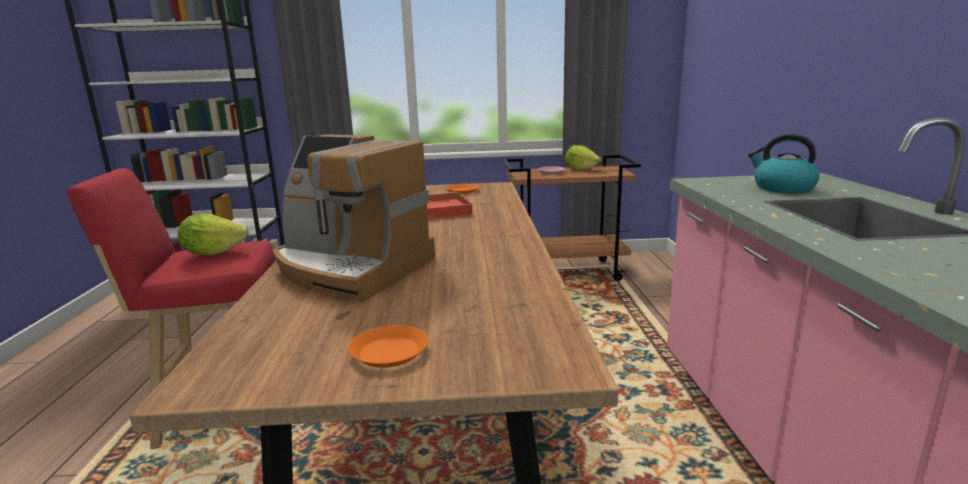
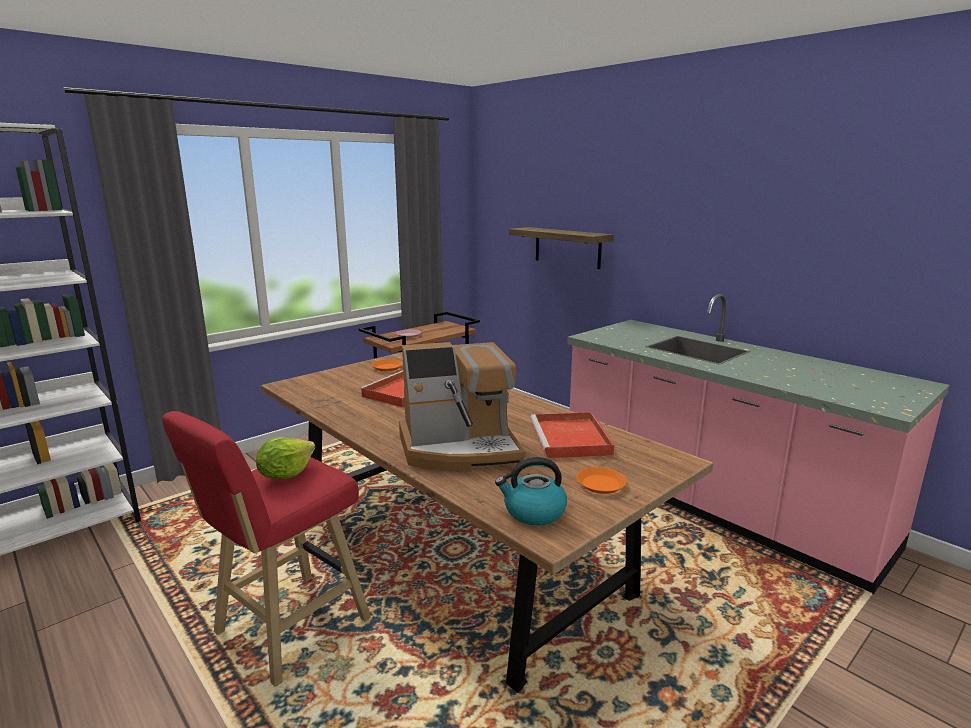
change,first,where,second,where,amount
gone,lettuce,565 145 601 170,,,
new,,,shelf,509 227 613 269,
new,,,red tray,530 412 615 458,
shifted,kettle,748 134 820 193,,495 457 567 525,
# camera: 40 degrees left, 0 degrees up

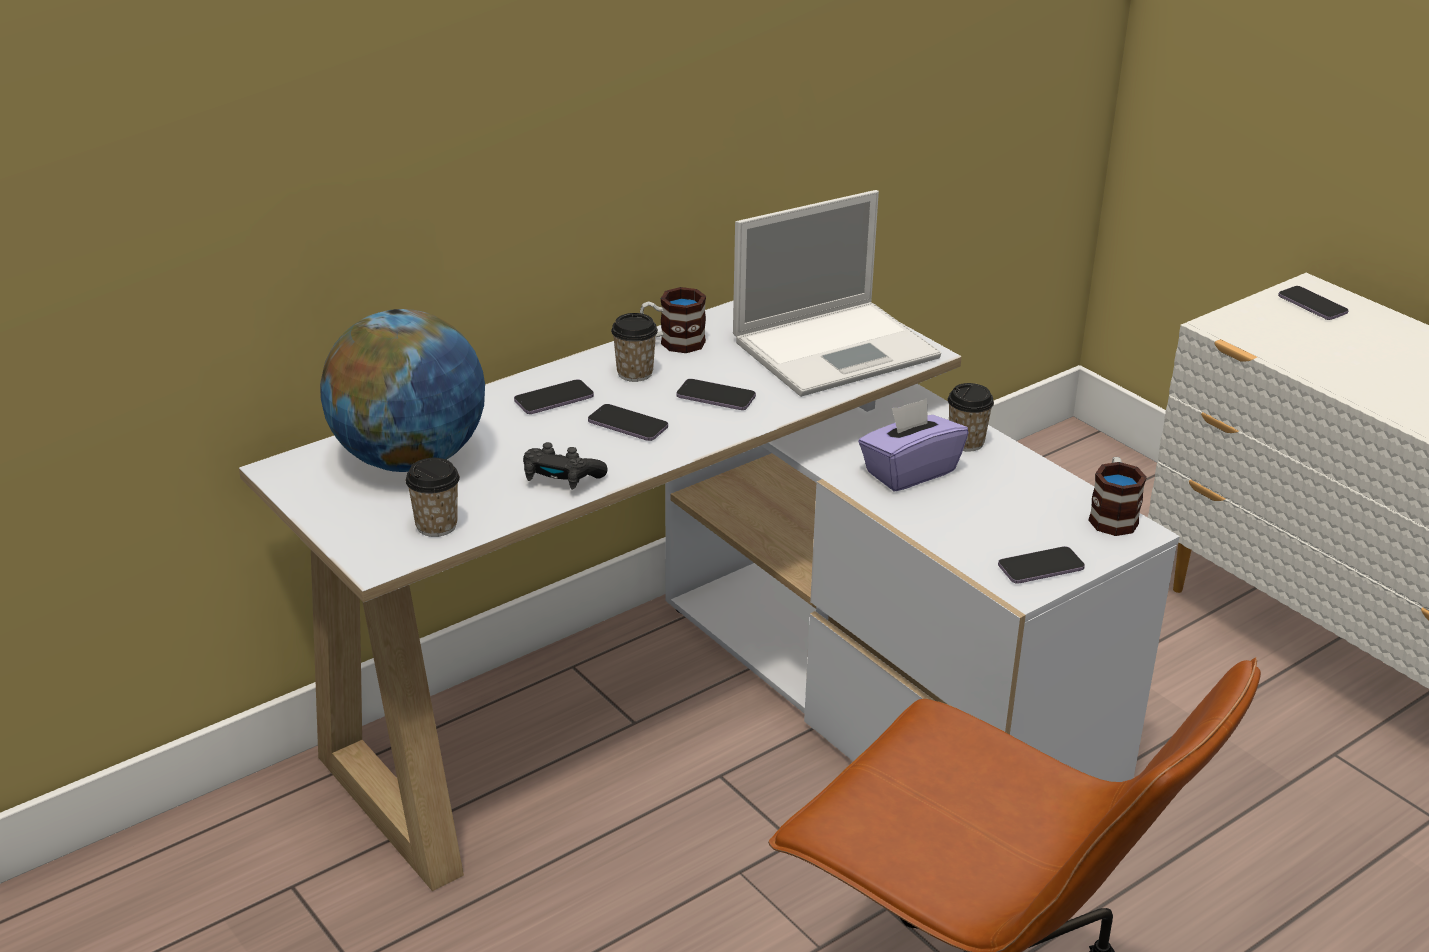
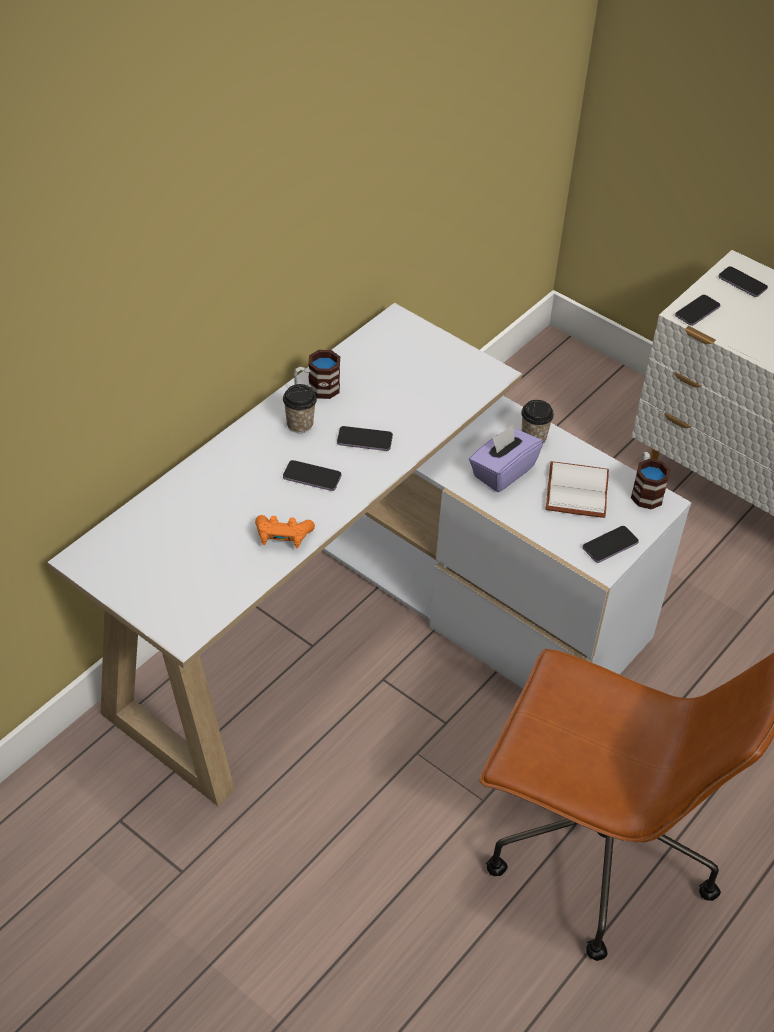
change,first,where,second,where,amount
gone,globe,320 309 485 472,,,
gone,cup,406 458 460 537,,,
gone,laptop,733 190 941 397,,,
new,,,white book,546 461 609 518,
shifted,phone,514 379 594 414,,675 295 721 326,
repainted,black game controller,523 442 607 490,orange game controller,255 515 315 548,
# camera: 15 degrees left, 15 degrees up

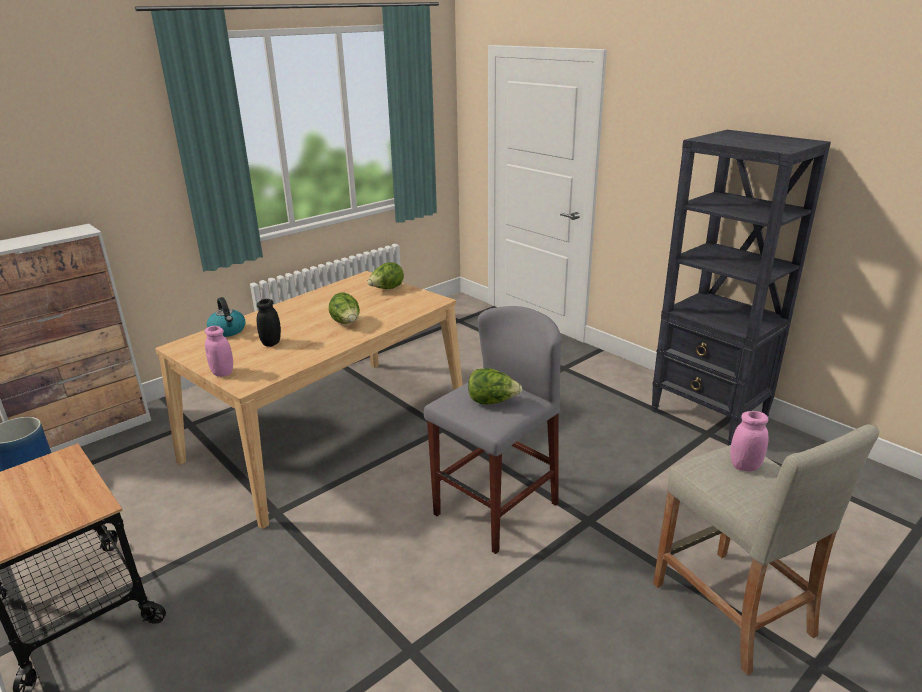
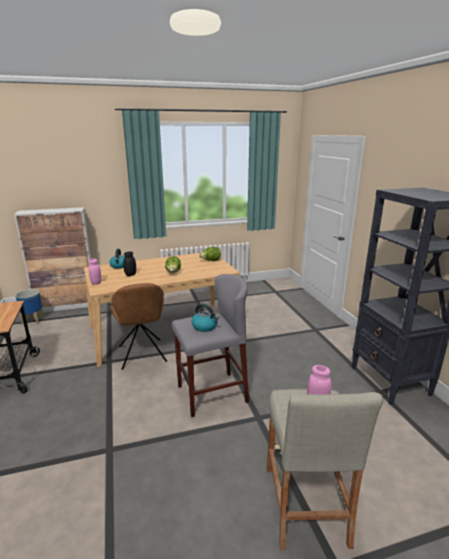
change,first,where,second,where,amount
new,,,brown chair,110 283 167 370,
swapped,lettuce,468 368 522 405,kettle,192 304 219 332,
# camera: 25 degrees right, 5 degrees down

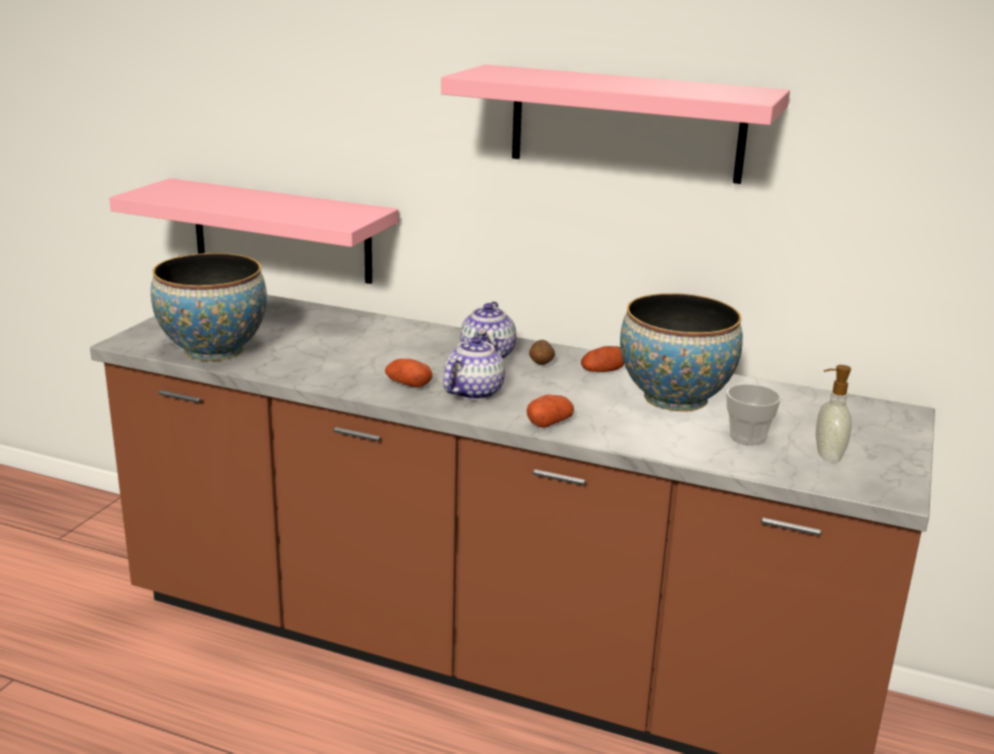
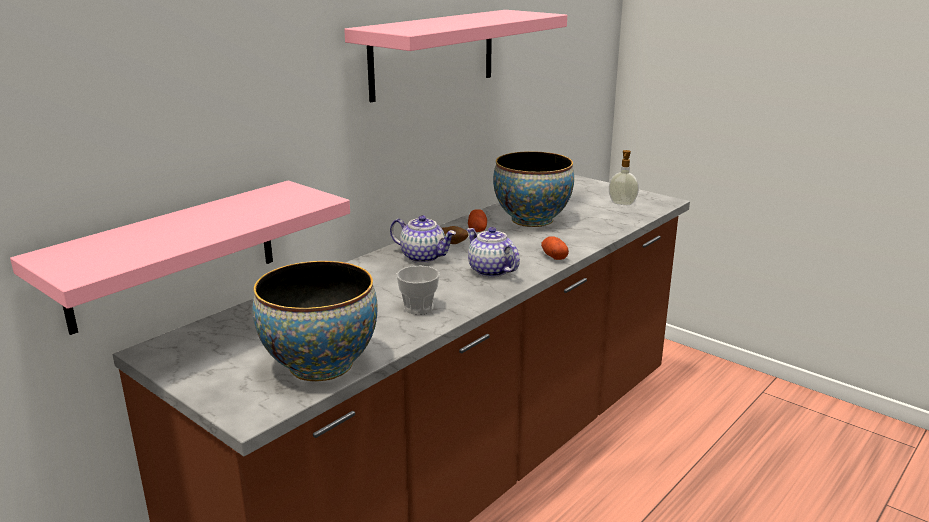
change,first,where,second,where,amount
gone,potato,385 359 432 388,,,
shifted,cup,726 384 781 445,,397 266 440 315,
# camera: 70 degrees left, 0 degrees up

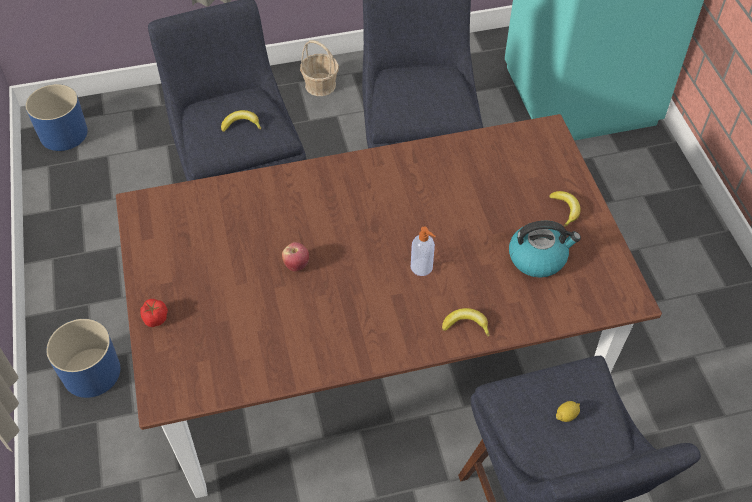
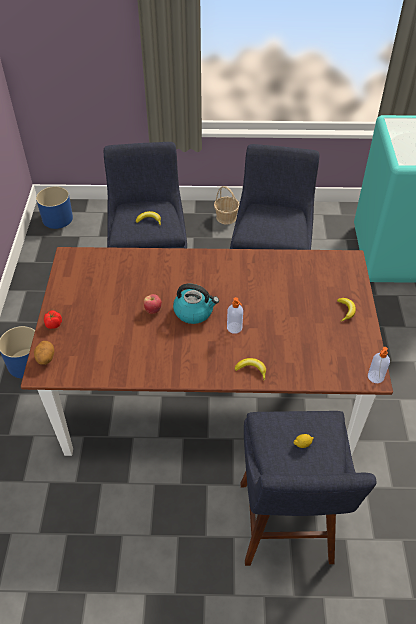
change,first,where,second,where,amount
new,,,potato,34 341 54 365,
new,,,soap dispenser,368 347 390 383,
shifted,kettle,509 221 581 278,,173 284 219 324,
# camera: 15 degrees right, 5 degrees down

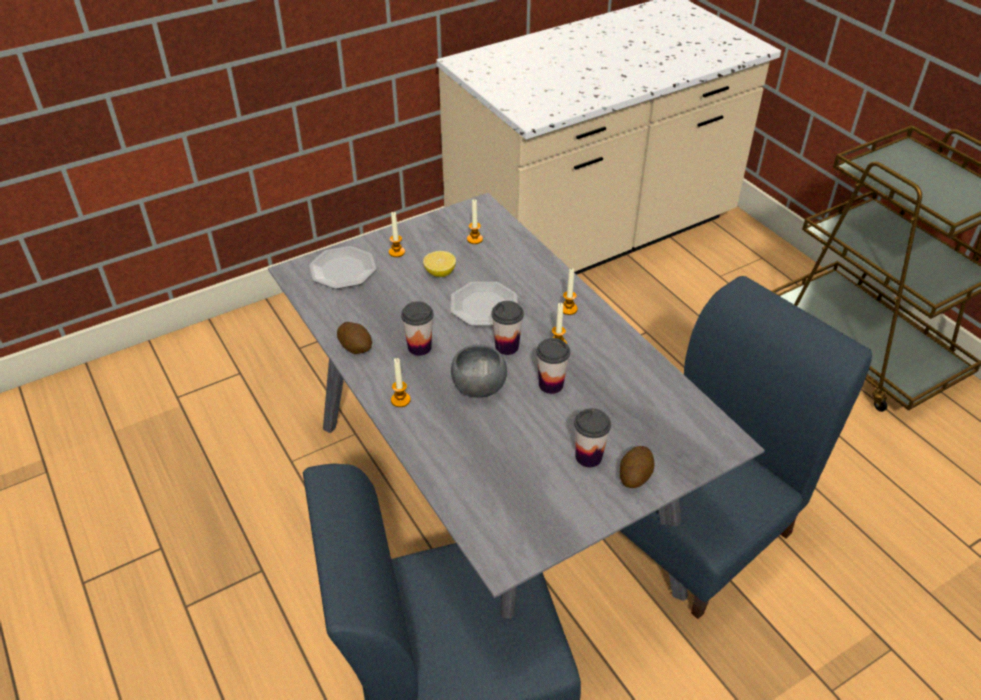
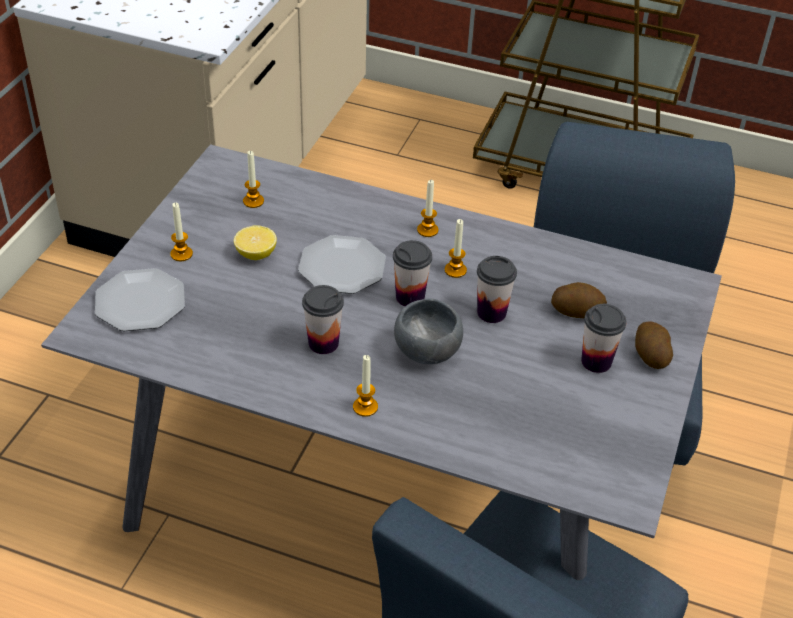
change,first,where,second,where,amount
shifted,potato,337 322 372 354,,551 282 607 318,
# camera: 40 degrees left, 0 degrees up

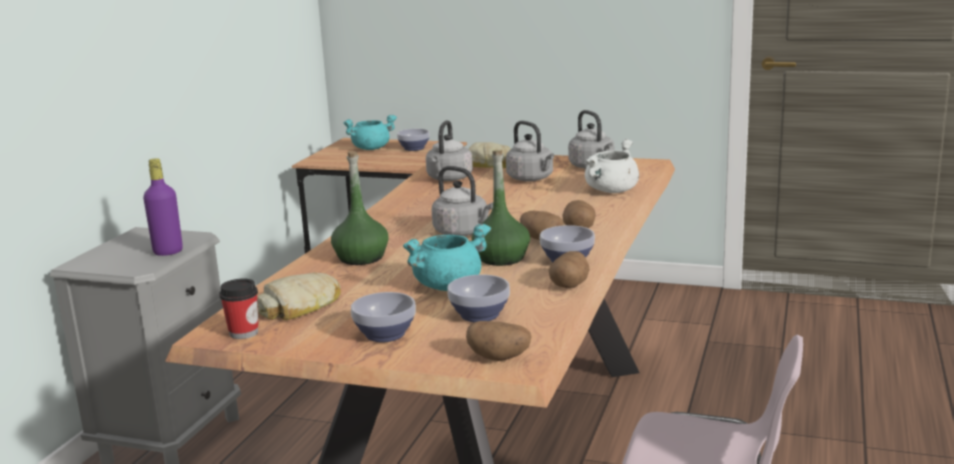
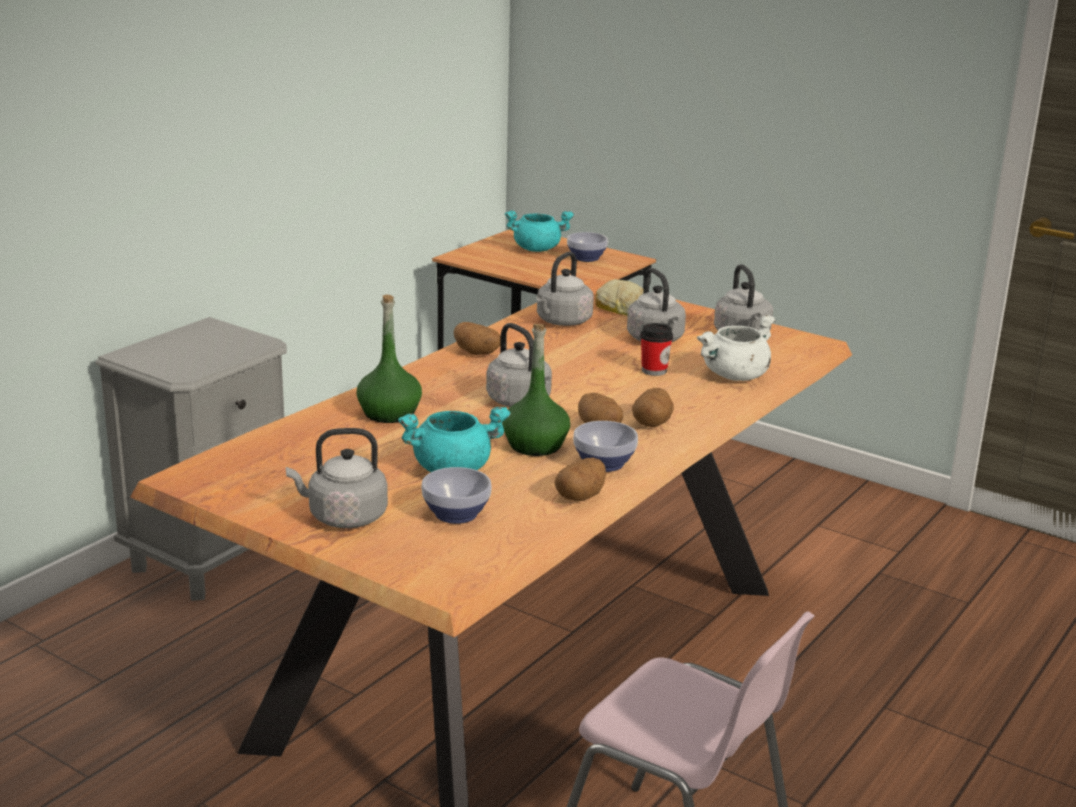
change,first,where,second,where,amount
gone,purple bottle,143 158 183 256,,,
gone,bread,257 272 341 320,,,
shifted,cup,219 278 258 339,,640 323 673 376,
shifted,potato,466 321 531 361,,454 322 501 355,
swapped,bowl,351 292 416 342,grey kettle,286 428 388 528,
# camera: 15 degrees right, 5 degrees up

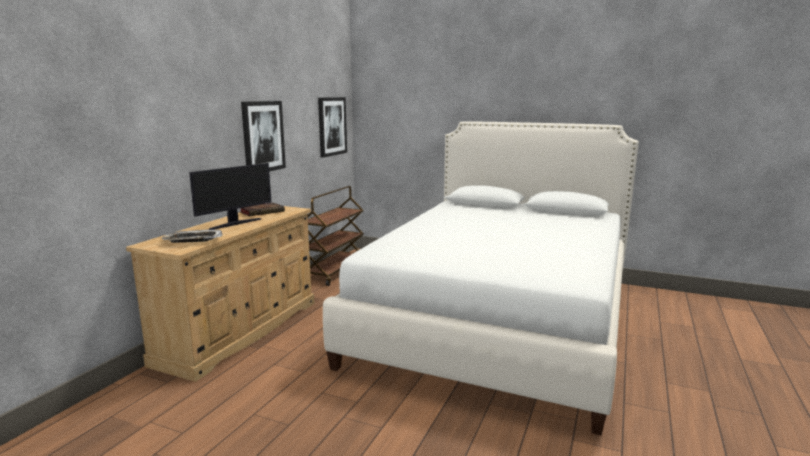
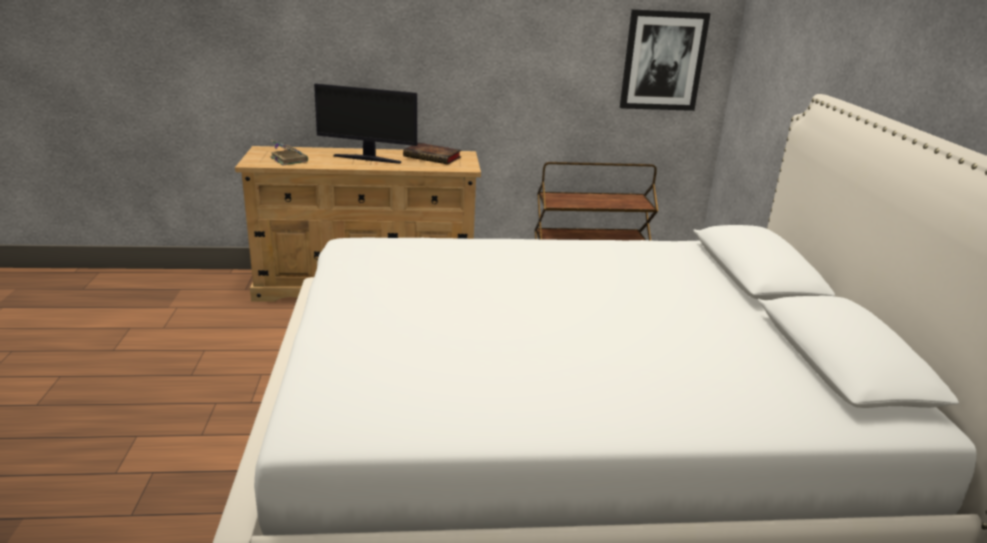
change,first,where,second,where,amount
gone,picture,241 101 286 171,,,
swapped,tray,161 230 223 243,book,270 140 308 166,
# camera: 60 degrees right, 10 degrees up

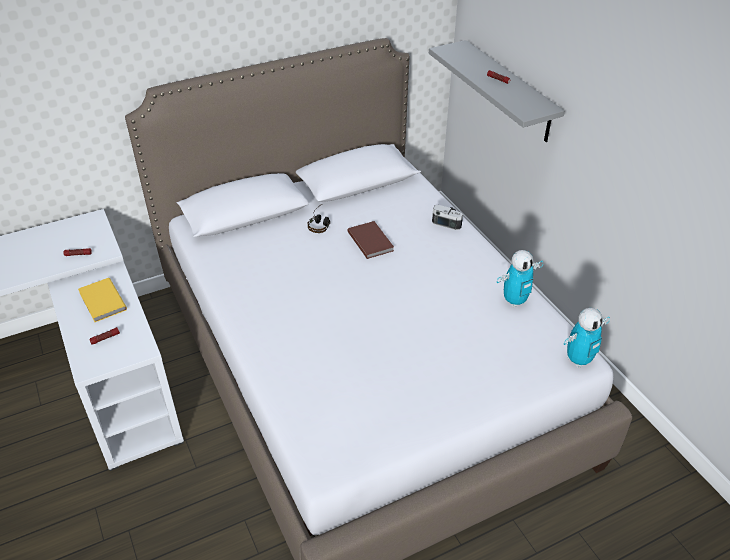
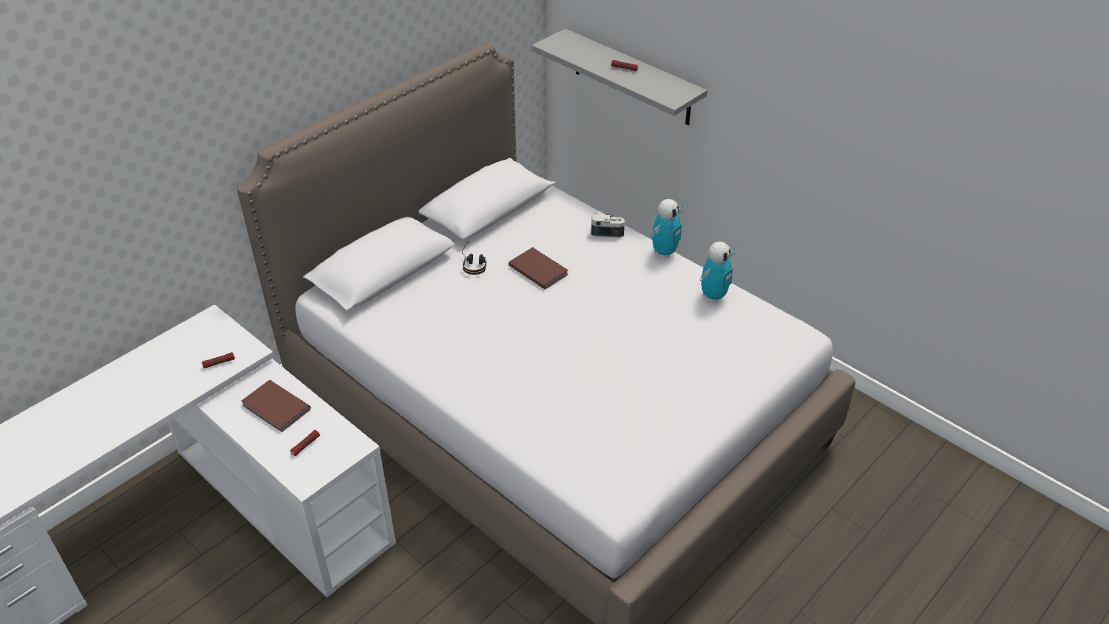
change,first,where,second,where,amount
shifted,toy robot,564 308 610 368,,651 199 683 258,
repainted,yellow book,78 278 127 322,brown book,241 380 311 432,
# camera: 20 degrees left, 0 degrees up

